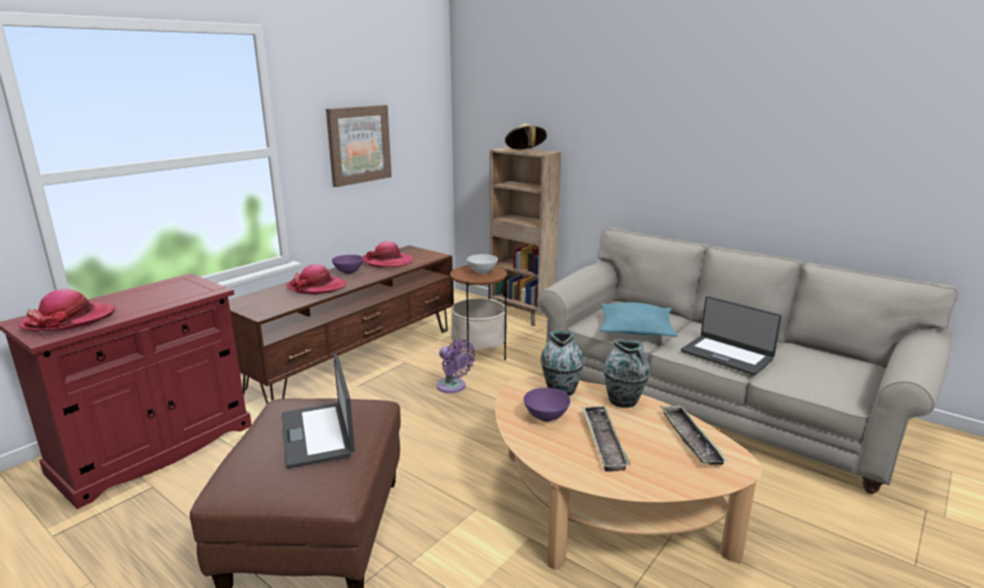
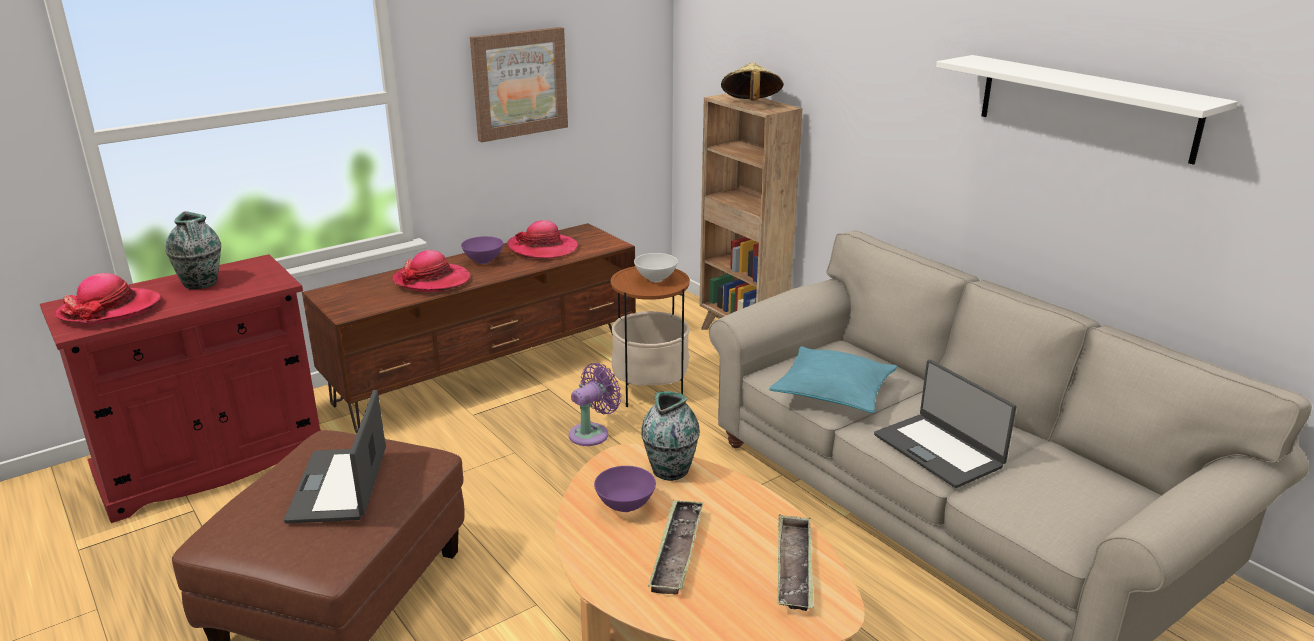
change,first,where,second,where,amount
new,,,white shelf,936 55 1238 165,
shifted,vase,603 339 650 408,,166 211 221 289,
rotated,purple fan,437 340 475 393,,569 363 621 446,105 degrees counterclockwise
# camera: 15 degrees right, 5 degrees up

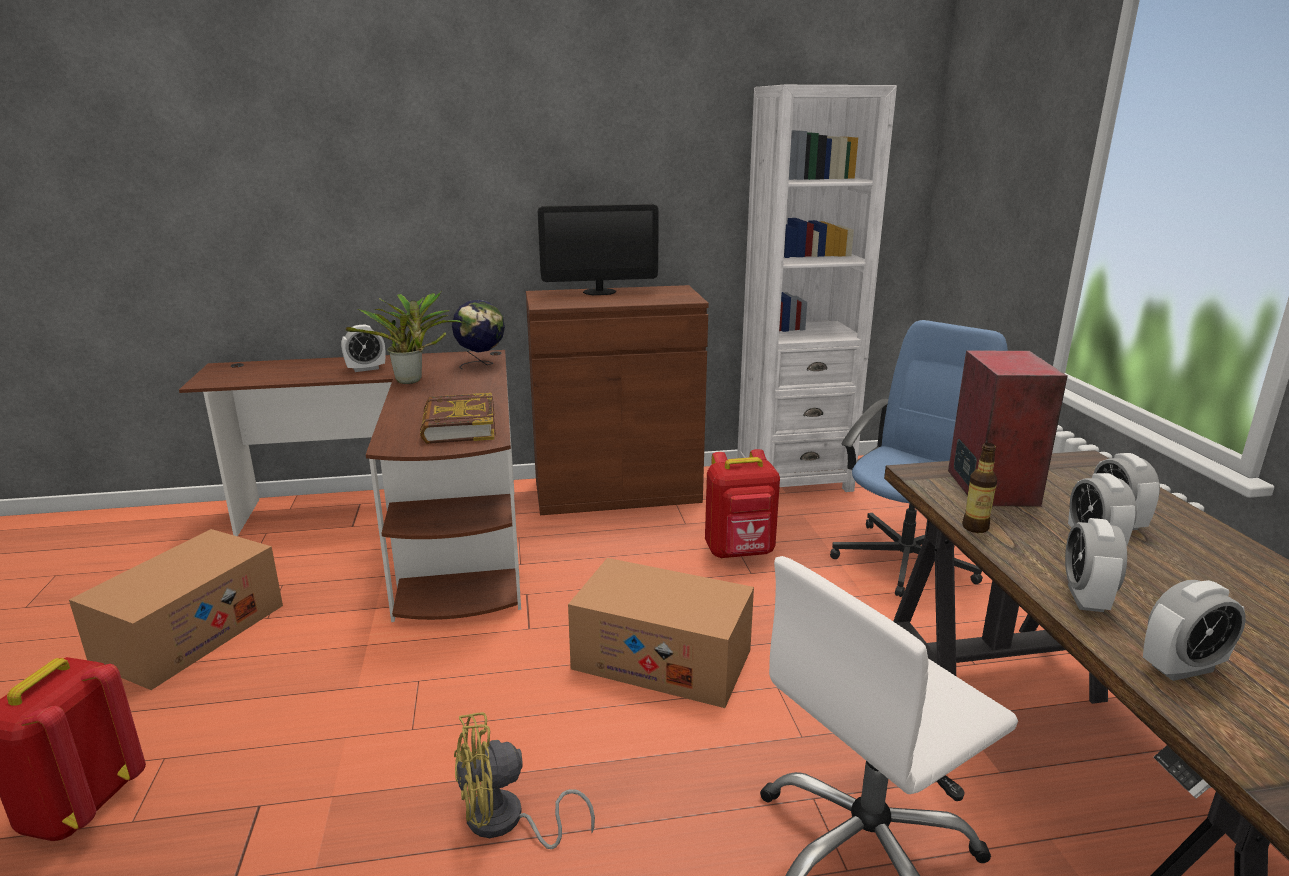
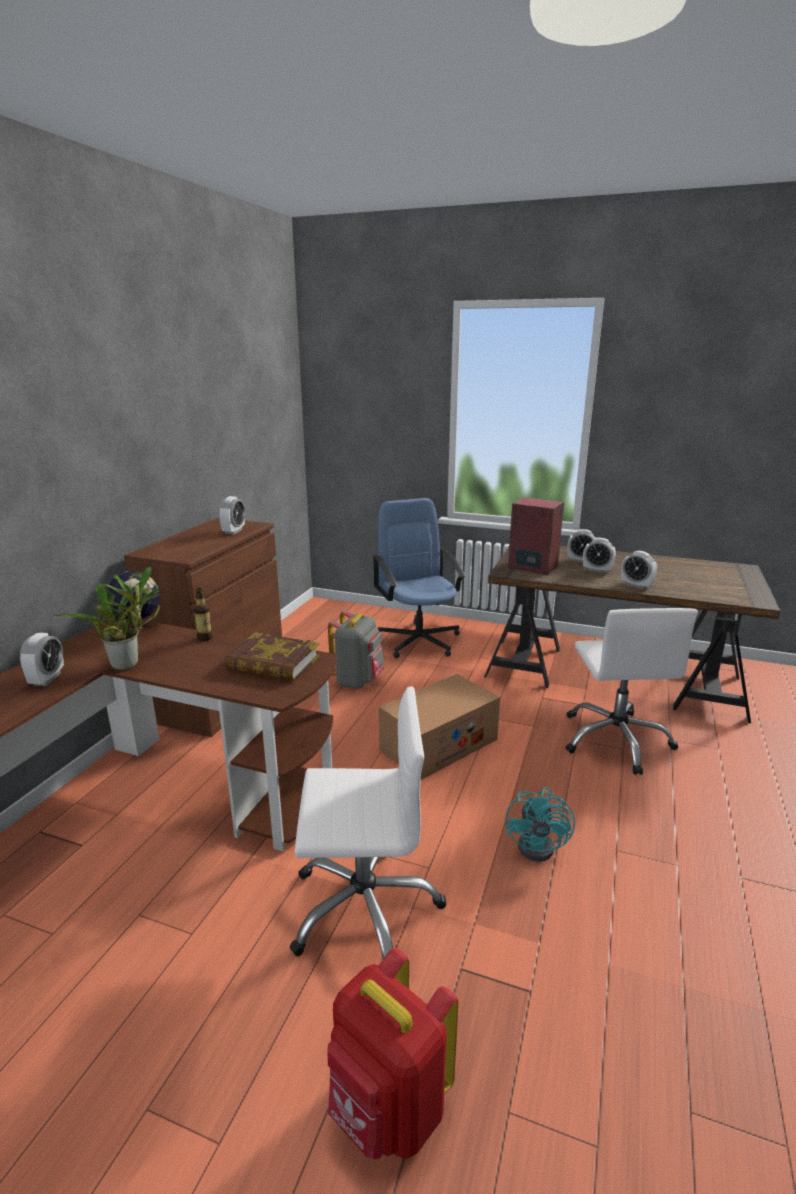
change,first,where,second,where,amount
gone,cardboard box,69 529 283 690,,,
gone,monitor,538 204 659 295,,,
gone,white bookcase,737 85 897 492,,,
new,,,white office chair,290 686 447 959,
shifted,bottle,962 443 997 533,,194 588 213 641,
shifted,alarm clock,1143 580 1246 681,,219 496 245 535,
repainted,yellow fan,454 712 595 849,turquoise fan,505 787 575 862,
repainted,red backpack,705 449 780 558,grey backpack,328 610 384 689,
# camera: 60 degrees left, 0 degrees up

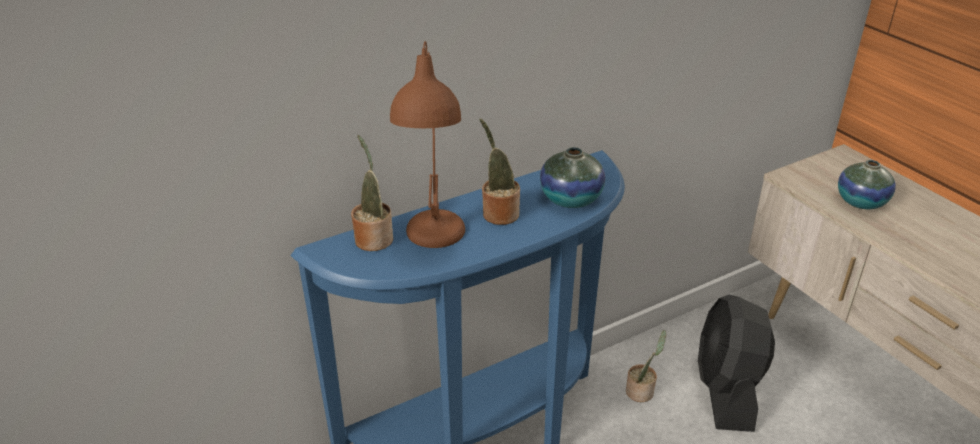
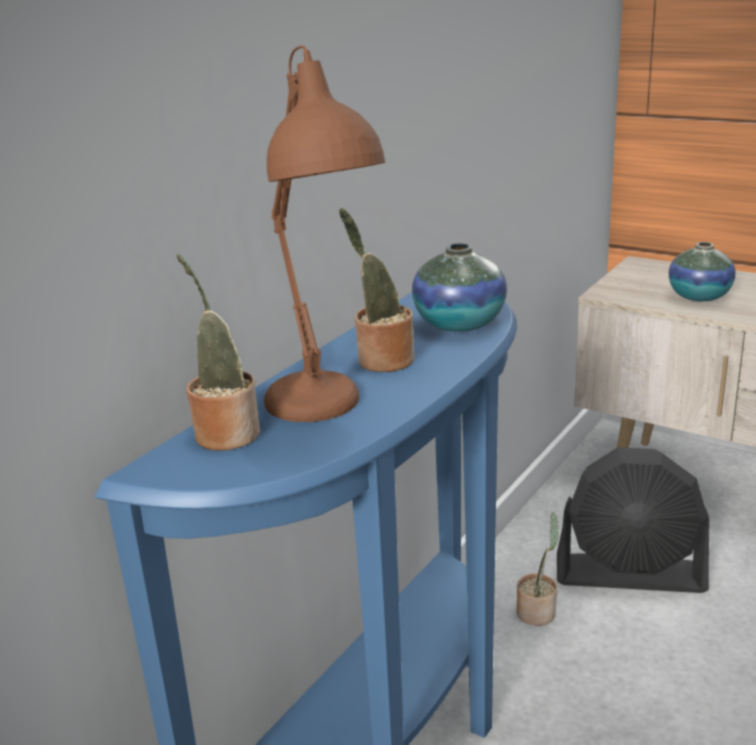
change,first,where,second,where,amount
rotated,black fan,698 295 775 432,,557 448 710 593,60 degrees counterclockwise
# camera: 25 degrees left, 10 degrees down

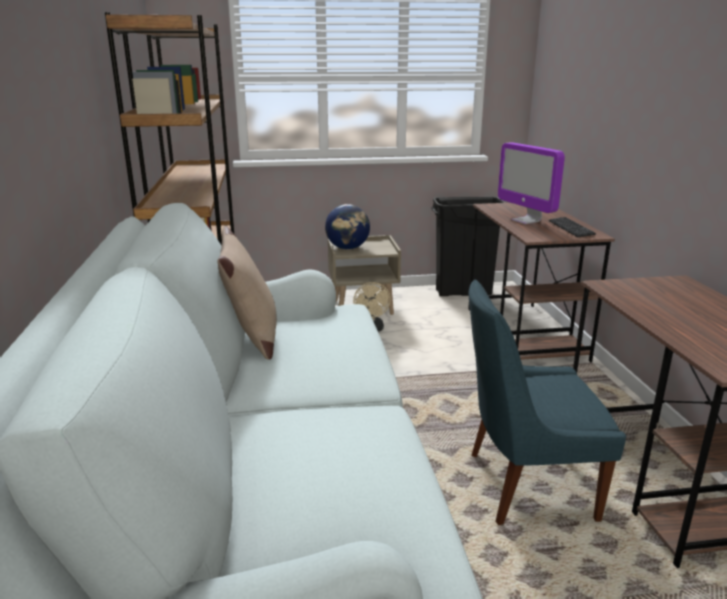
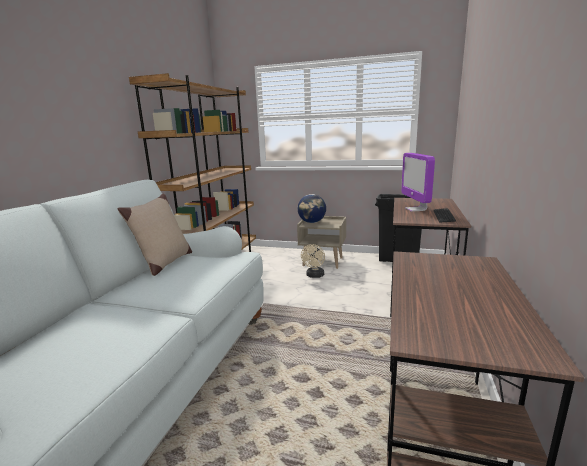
change,first,where,second,where,amount
gone,blue chair,469 280 626 525,,,
# camera: 25 degrees right, 5 degrees down

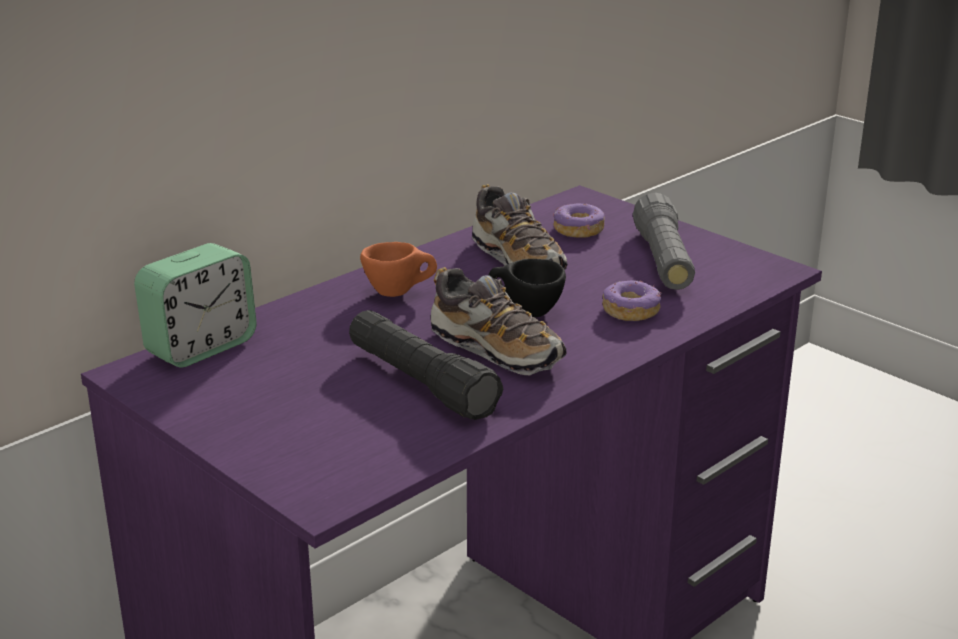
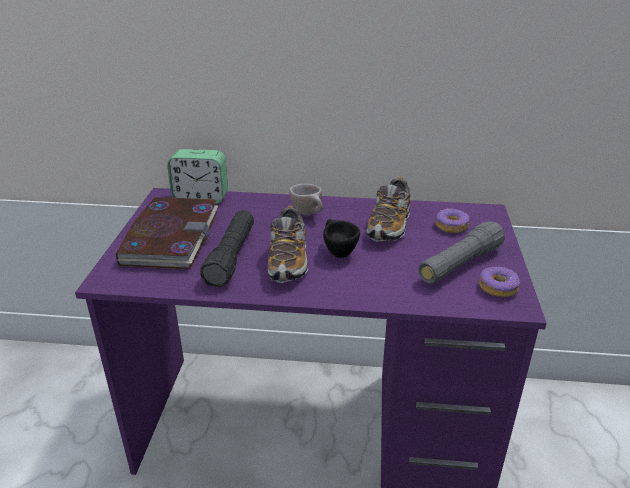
change,first,where,second,where,amount
new,,,book,116 197 219 269,
shifted,donut,602 281 661 321,,479 266 520 297,
repainted,orange cup,360 242 437 297,beige cup,290 184 323 216,
# camera: 50 degrees right, 5 degrees up

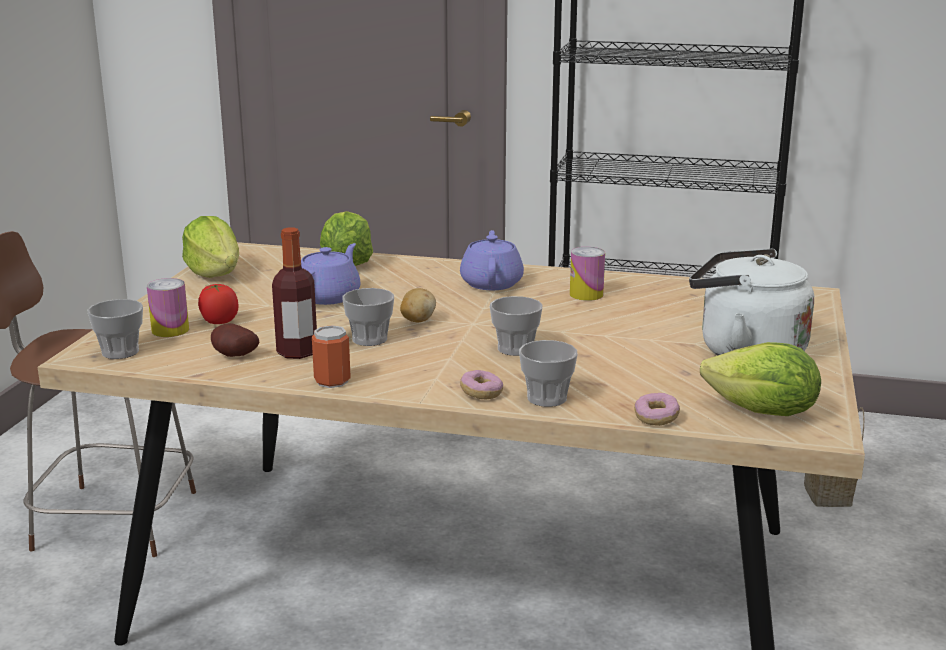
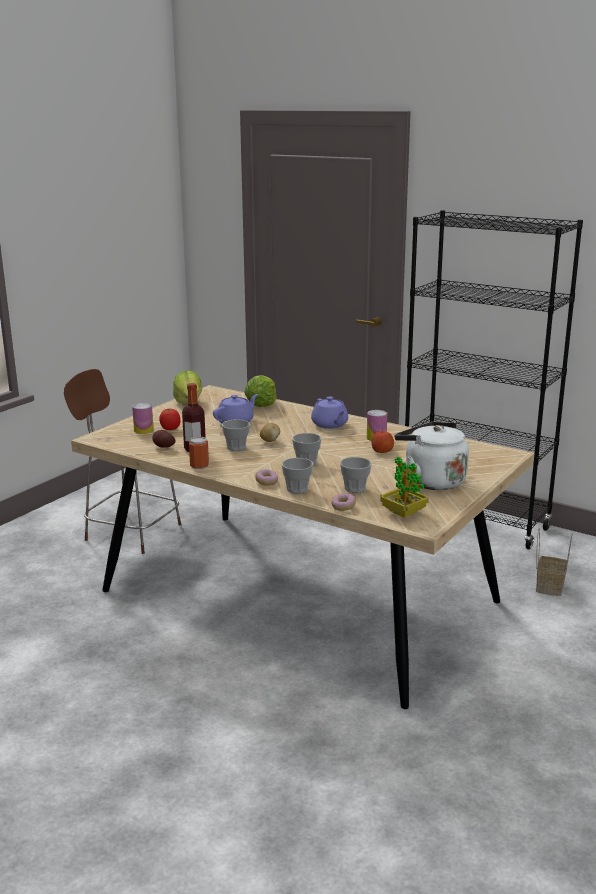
change,first,where,second,where,amount
new,,,apple,371 431 394 453,
shifted,cup,88 299 143 359,,340 457 372 493,
swapped,lettuce,700 342 821 416,potted plant,380 457 429 518,
rotated,purple teapot,460 230 524 290,,311 396 348 429,135 degrees clockwise
# camera: 20 degrees right, 0 degrees up

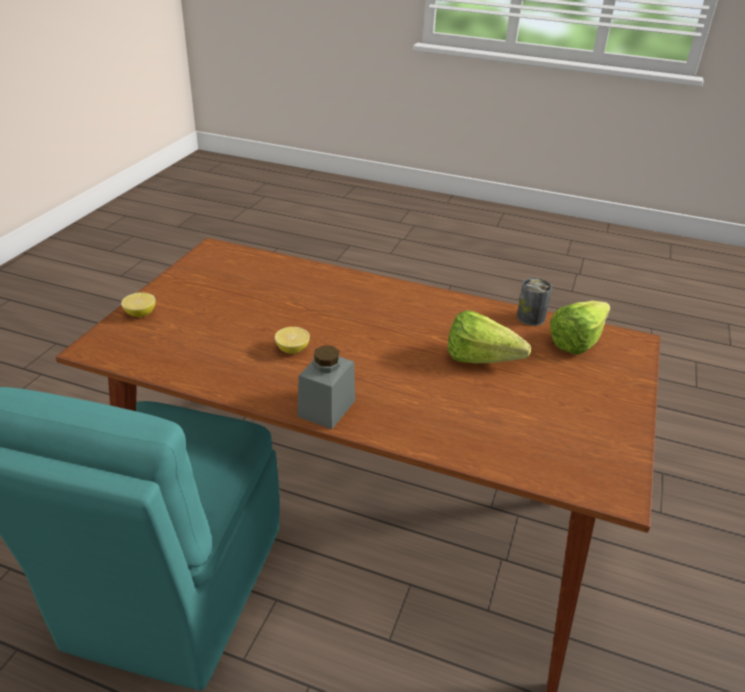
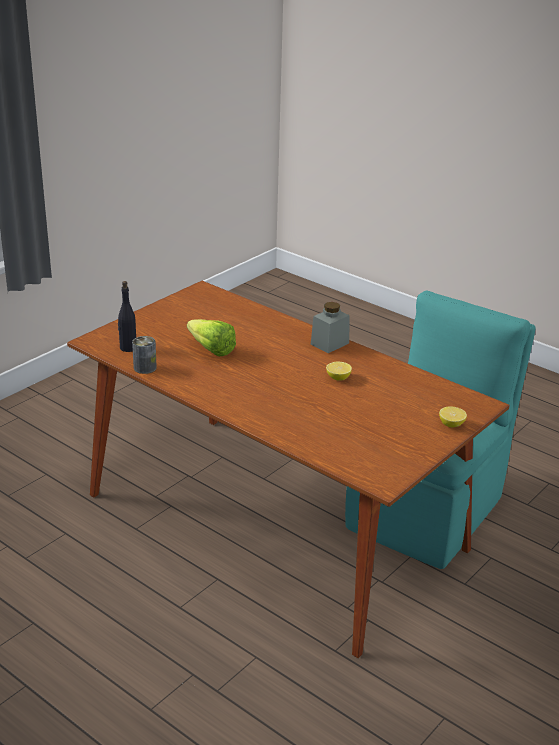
change,first,where,second,where,amount
swapped,lettuce,550 301 611 355,black bottle,118 281 136 352,
# camera: 160 degrees left, 5 degrees down

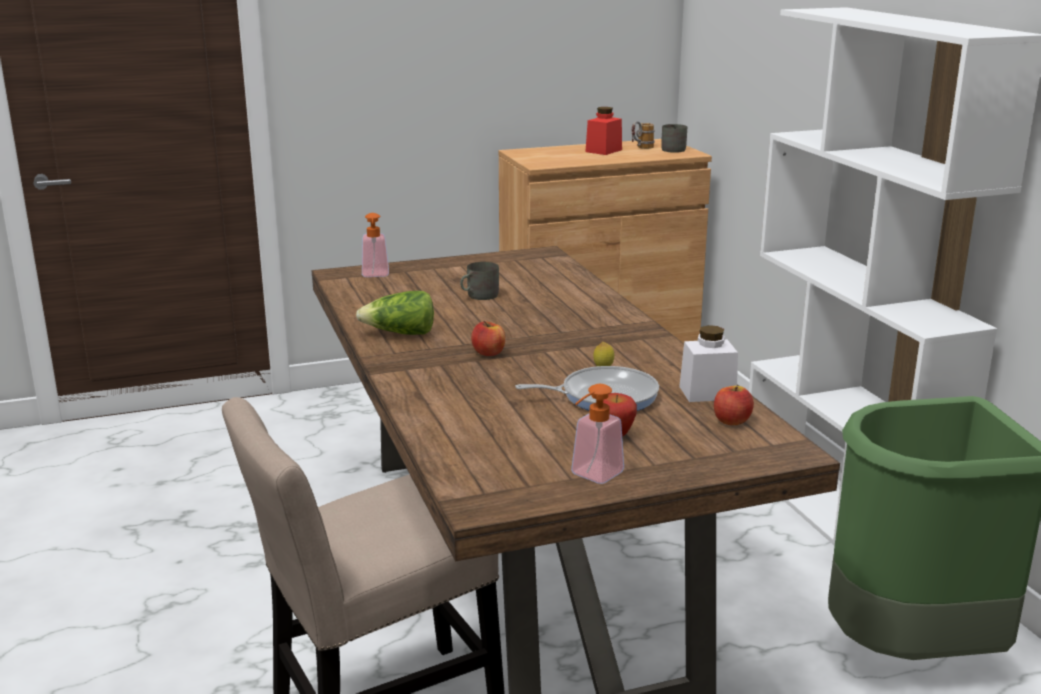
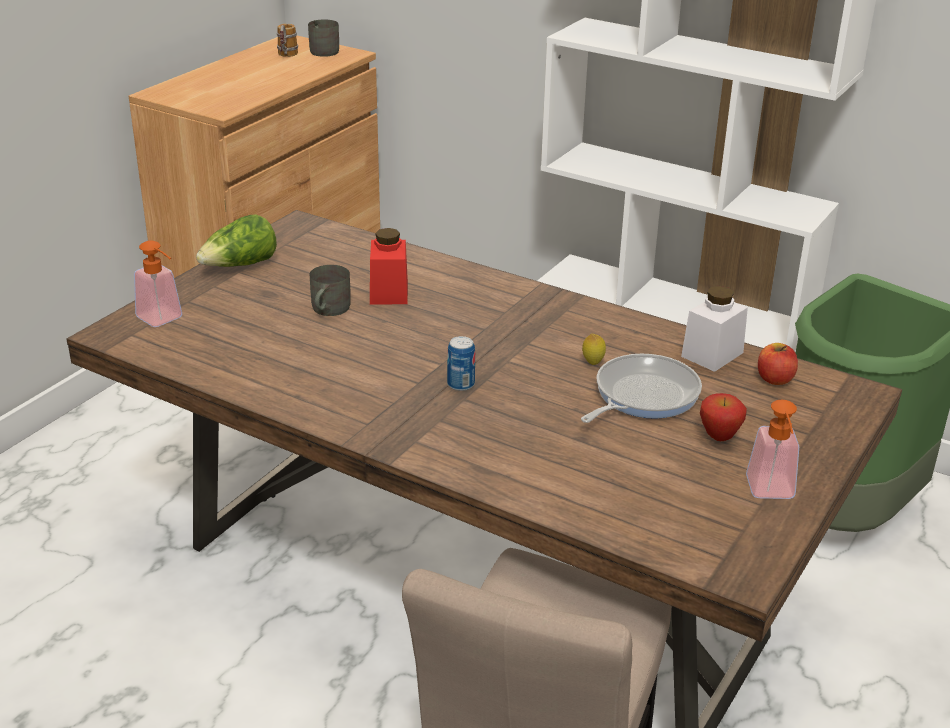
change,first,where,second,where,amount
shifted,lettuce,356 291 434 335,,196 215 277 267,
shifted,red jar,585 107 622 155,,370 228 408 305,
swapped,apple,471 321 505 356,can,447 336 475 391,
# camera: 40 degrees left, 10 degrees up

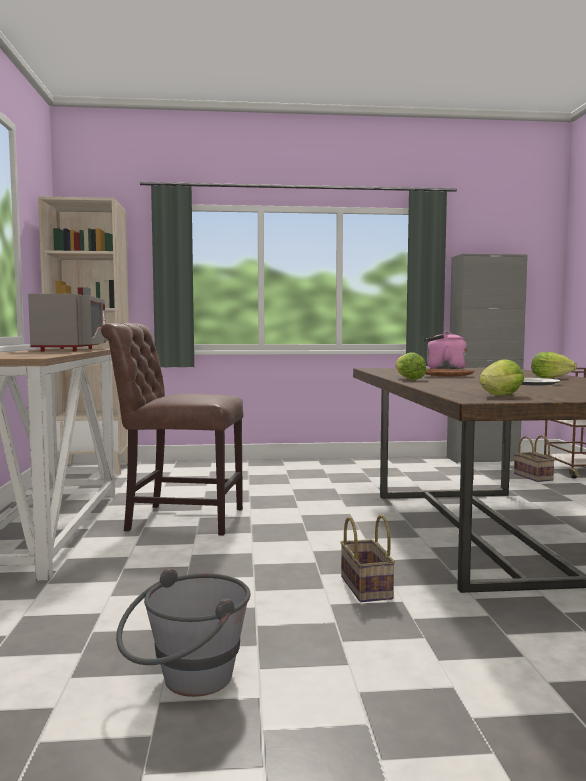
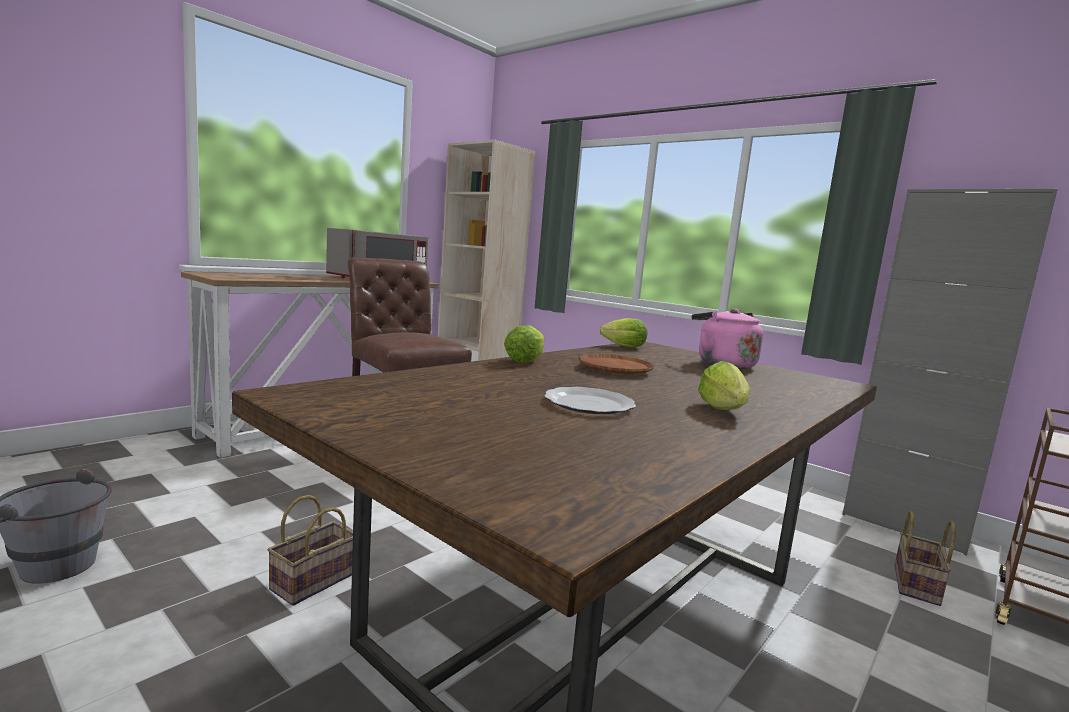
change,first,where,second,where,amount
shifted,lettuce,479 359 524 395,,600 318 647 347,
# camera: 45 degrees right, 5 degrees up

